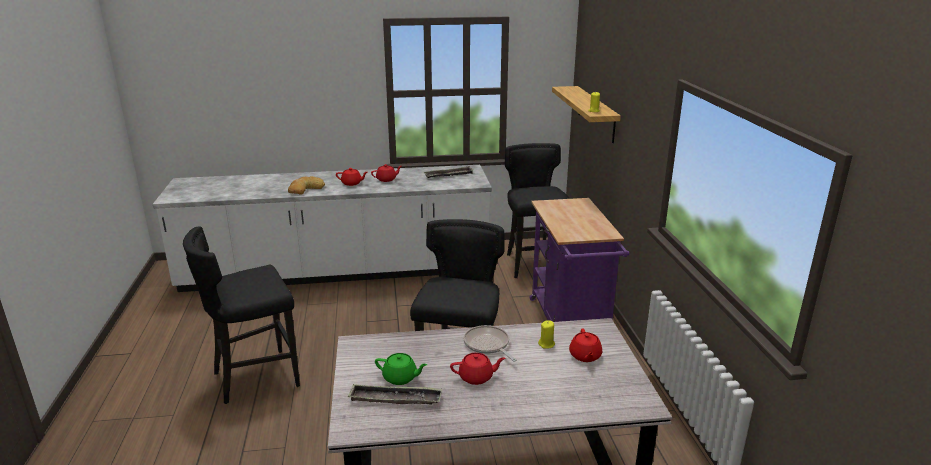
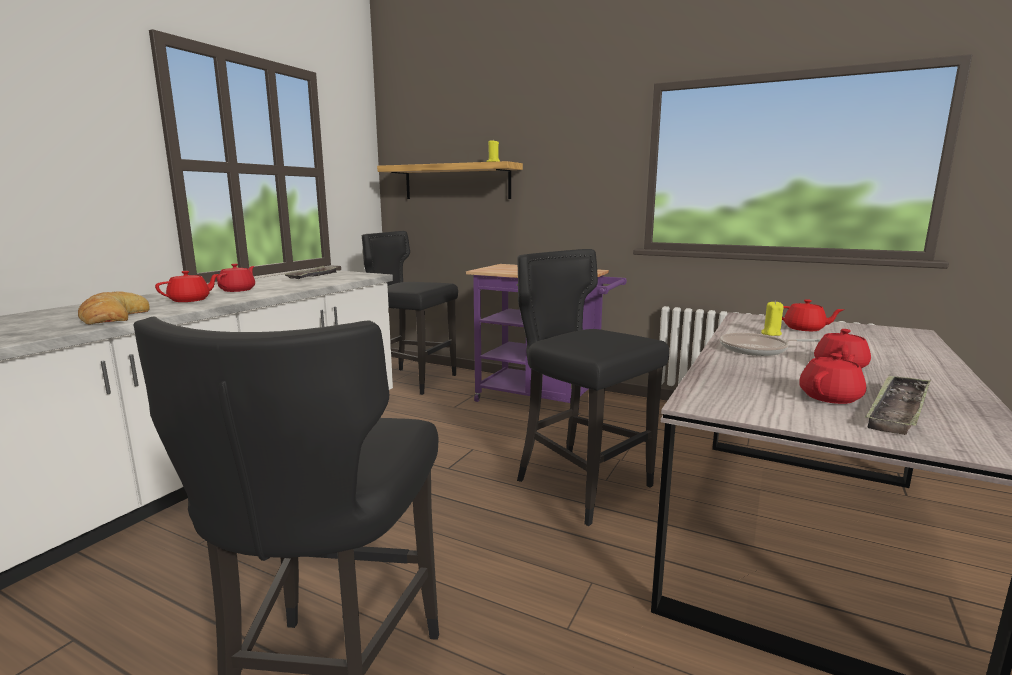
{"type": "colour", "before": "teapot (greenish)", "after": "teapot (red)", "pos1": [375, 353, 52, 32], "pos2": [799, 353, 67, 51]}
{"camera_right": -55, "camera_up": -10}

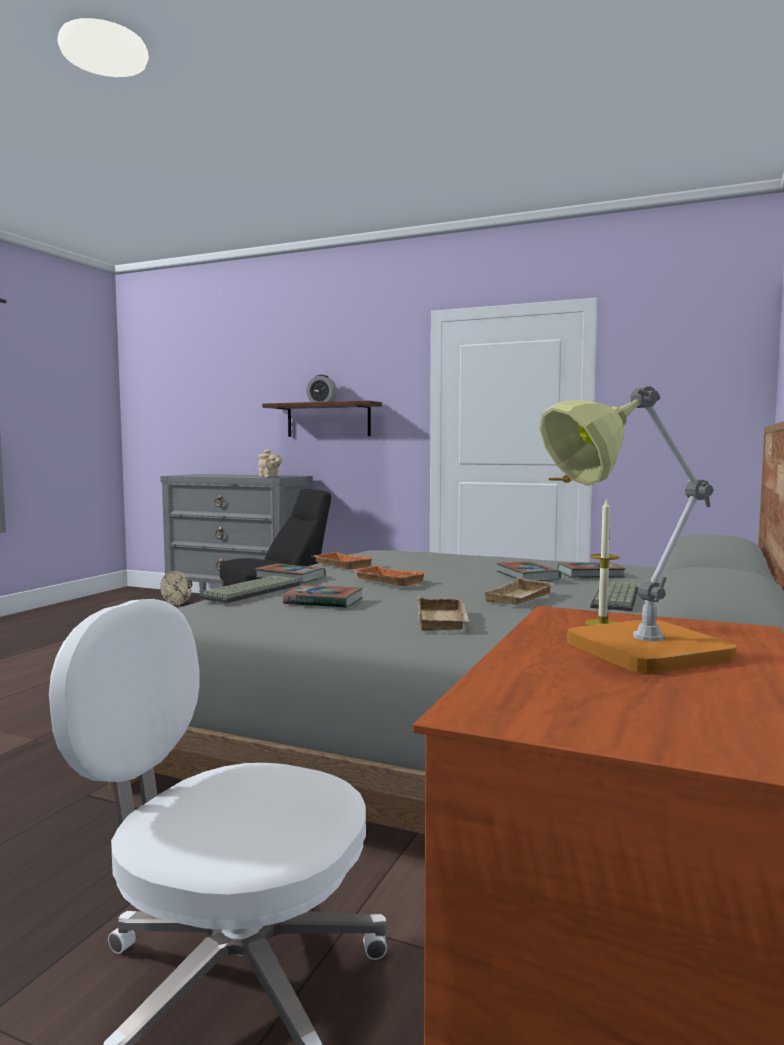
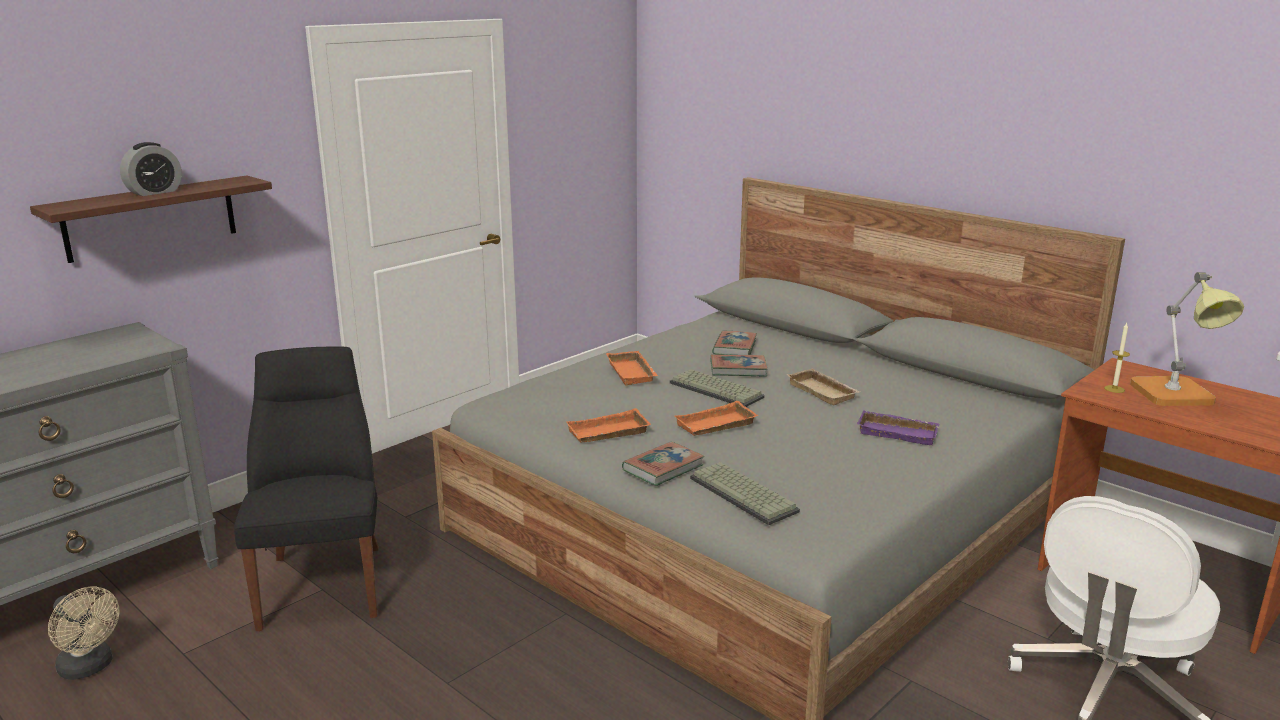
{"type": "missing", "before": "teapot (beige)", "pos1": [258, 449, 24, 28]}
{"type": "missing", "before": "volume", "pos1": [283, 585, 80, 23]}
{"type": "appeared", "after": "serving tray (orange-coloured)", "pos2": [606, 351, 52, 34]}
{"type": "relocated", "before": "computer keyboard", "pos1": [590, 581, 48, 30], "pos2": [670, 369, 95, 38]}
{"type": "colour", "before": "serving tray (beige)", "after": "serving tray (purple)", "pos1": [417, 597, 53, 34], "pos2": [857, 410, 82, 35]}
{"camera_right": -70, "camera_up": 15}

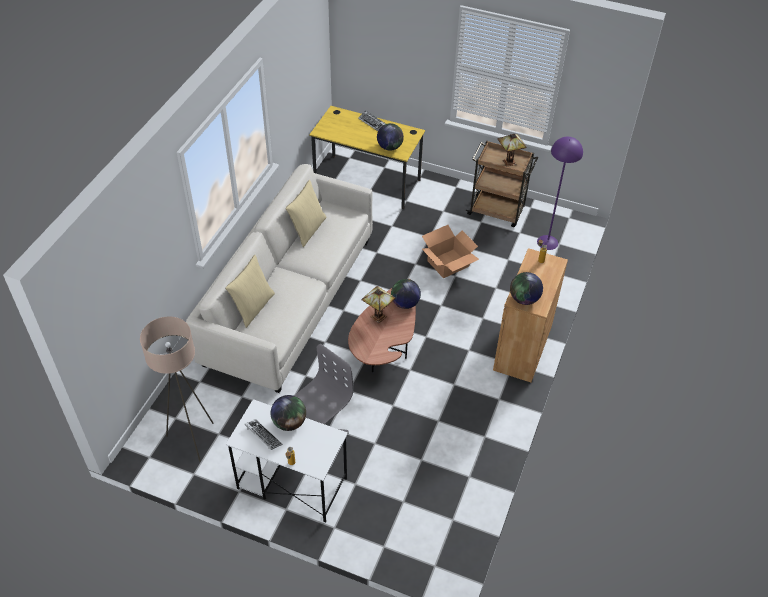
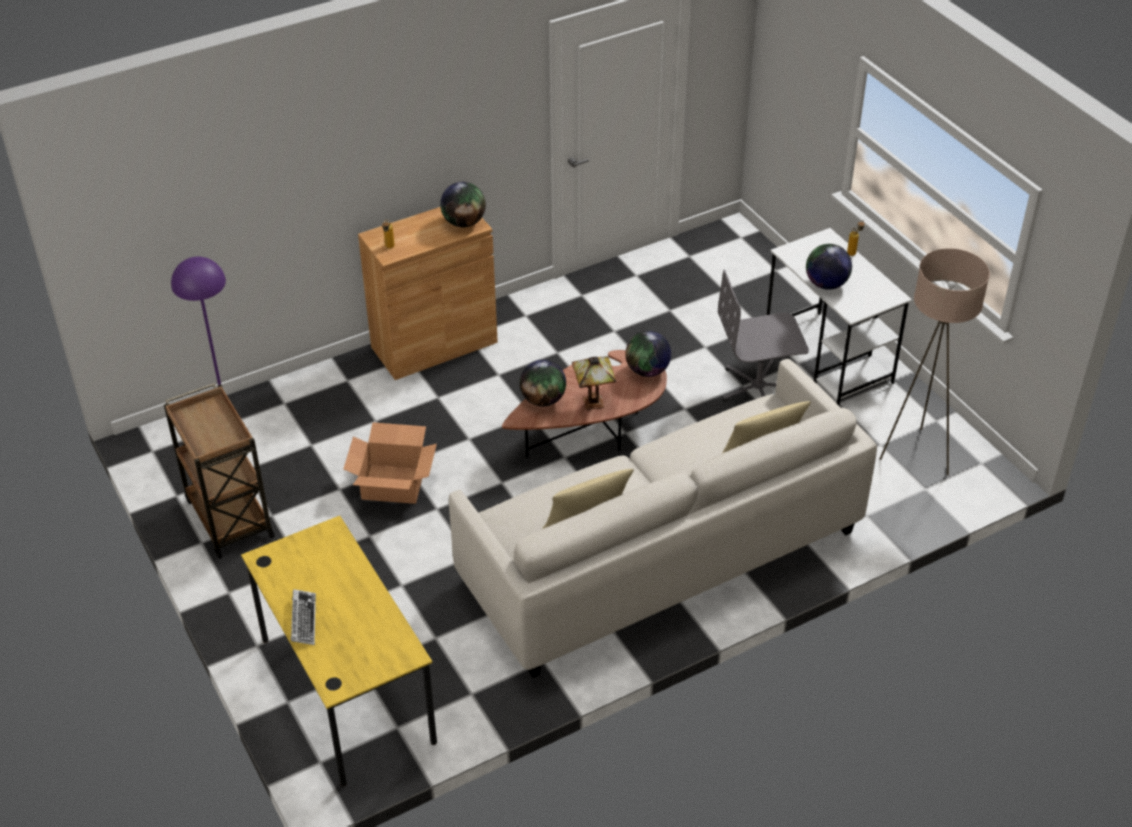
{"type": "missing", "before": "computer keyboard", "pos1": [244, 419, 38, 31]}
{"type": "missing", "before": "lamp for a table", "pos1": [498, 134, 29, 32]}
{"type": "relocated", "before": "desk globe", "pos1": [377, 123, 27, 28], "pos2": [625, 331, 46, 46]}
{"camera_right": -140, "camera_up": -5}

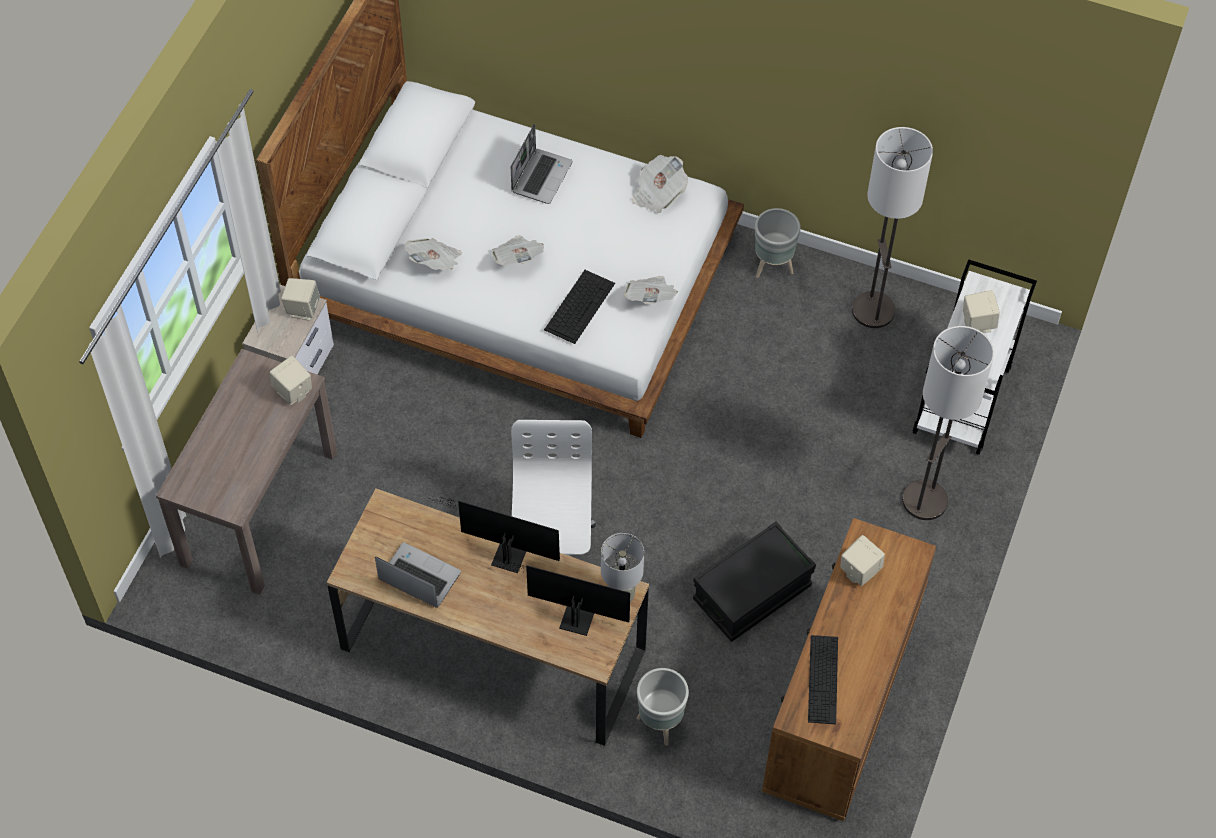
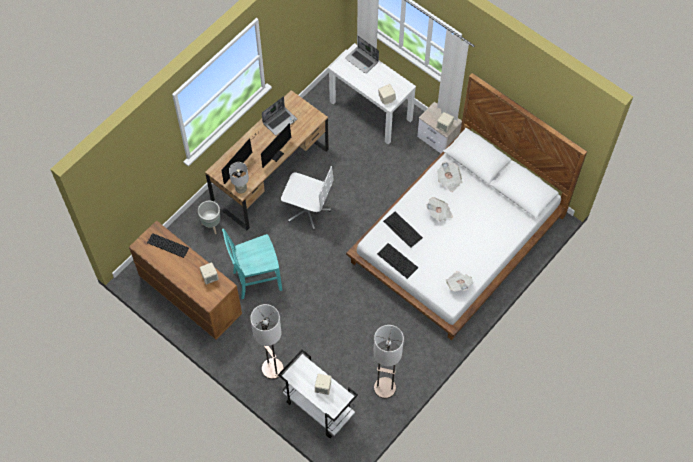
{"type": "missing", "before": "flower pot (grey)", "pos1": [755, 208, 46, 70]}
{"type": "relocated", "before": "laptop", "pos1": [511, 123, 62, 81], "pos2": [345, 36, 34, 38]}
{"type": "exchanged", "before": "printed paper", "after": "computer keyboard", "pos1": [623, 276, 55, 28], "pos2": [377, 243, 42, 36]}
{"type": "exchanged", "before": "storage box (black)", "after": "chair (blue-green)", "pos1": [693, 521, 123, 121], "pos2": [222, 229, 60, 71]}
{"type": "colour", "before": "narrow table (brownish)", "after": "narrow table (white-coloured)", "pos1": [156, 349, 181, 246], "pos2": [328, 43, 88, 101]}
{"camera_right": 110, "camera_up": 5}

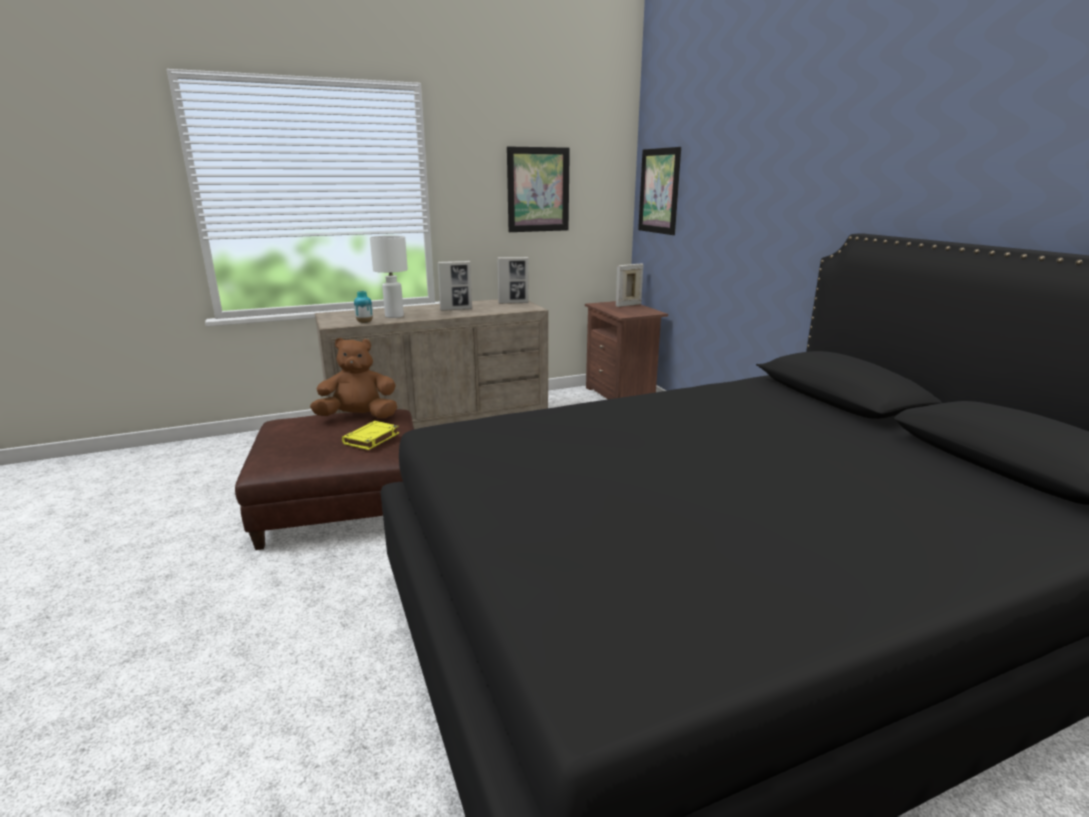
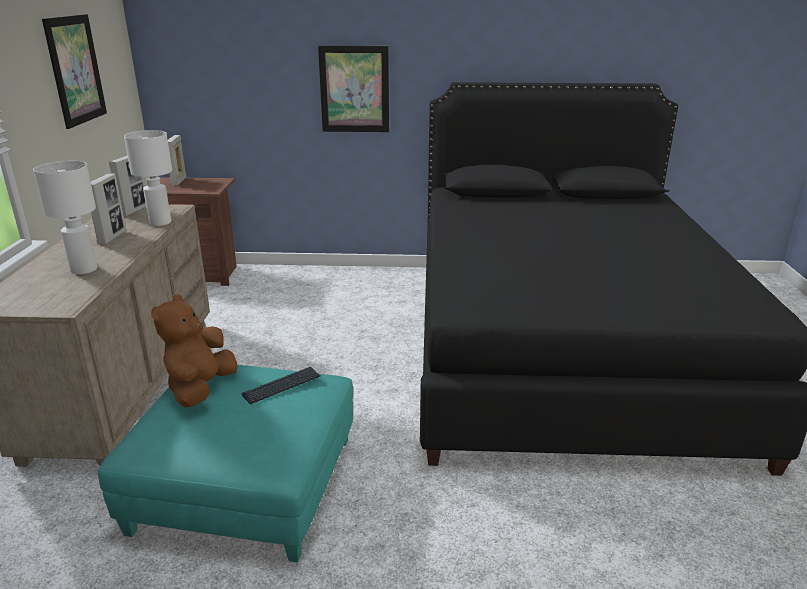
{"type": "missing", "before": "decorative vase", "pos1": [354, 291, 19, 32]}
{"type": "appeared", "after": "lamp for a table (white-coloured)", "pos2": [124, 130, 48, 96]}
{"type": "relocated", "before": "wall picture", "pos1": [638, 147, 43, 88], "pos2": [318, 46, 71, 86]}
{"type": "exchanged", "before": "volume (yellow)", "after": "computer keyboard", "pos1": [342, 421, 57, 29], "pos2": [242, 366, 78, 38]}
{"type": "colour", "before": "ottoman (brownish)", "after": "ottoman (blue-green)", "pos1": [235, 409, 179, 141], "pos2": [98, 365, 255, 197]}
{"camera_right": -65, "camera_up": 5}

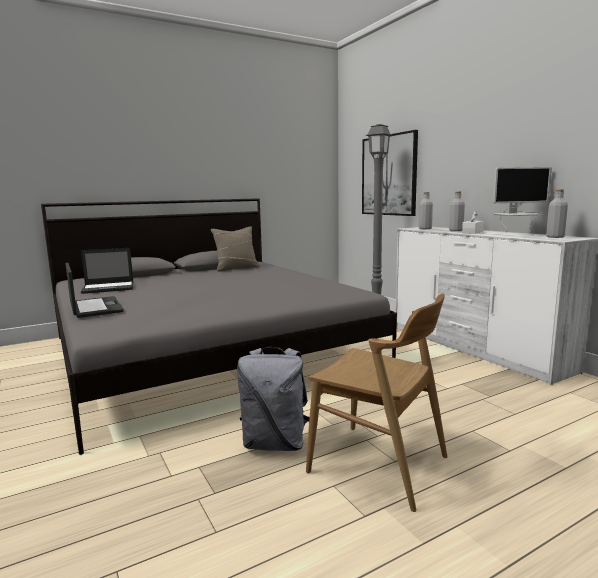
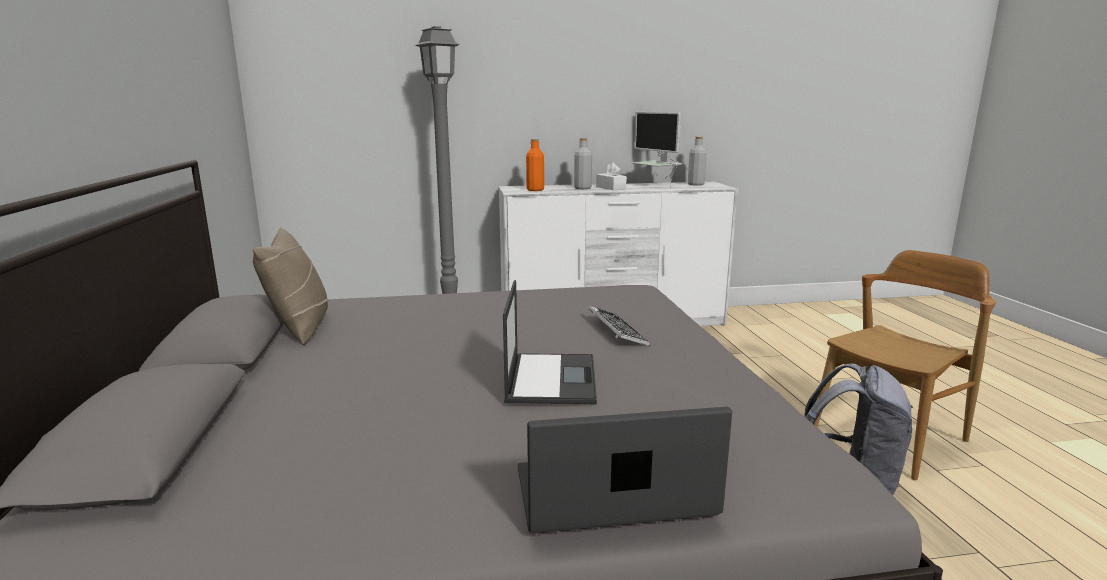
{"type": "missing", "before": "wall picture", "pos1": [362, 130, 56, 86]}
{"type": "appeared", "after": "computer keyboard", "pos2": [588, 306, 62, 40]}
{"type": "relocated", "before": "laptop", "pos1": [81, 248, 52, 46], "pos2": [503, 280, 94, 124]}
{"type": "colour", "before": "drink bottle (grey)", "after": "drink bottle (orange-coloured)", "pos1": [419, 192, 14, 37], "pos2": [526, 139, 18, 52]}
{"type": "spun", "before": "computer screen", "pos1": [493, 167, 59, 67], "pos2": [632, 112, 50, 76], "turn": 135}
{"camera_right": -70, "camera_up": 5}

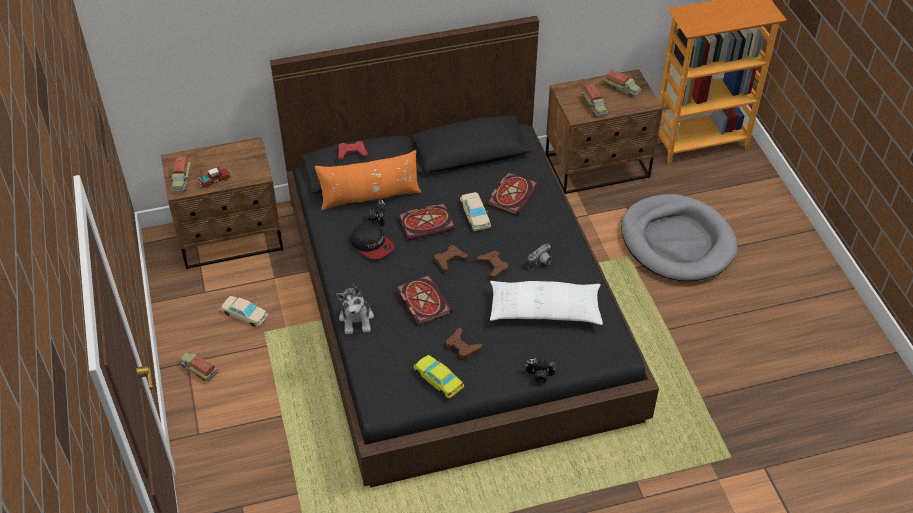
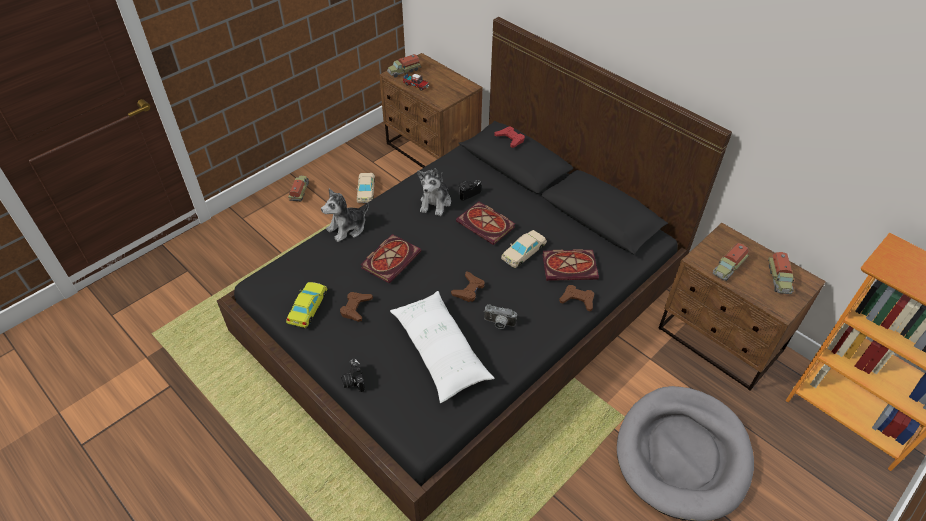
{"type": "missing", "before": "throw pillow (orange-coloured)", "pos1": [315, 150, 106, 60]}
{"type": "relocated", "before": "joypad (brownish)", "pos1": [434, 245, 34, 27], "pos2": [559, 285, 35, 27]}
{"type": "exchanged", "before": "baseball cap", "after": "cuddly toy", "pos1": [351, 222, 43, 37], "pos2": [417, 169, 34, 47]}
{"camera_right": 60, "camera_up": 0}

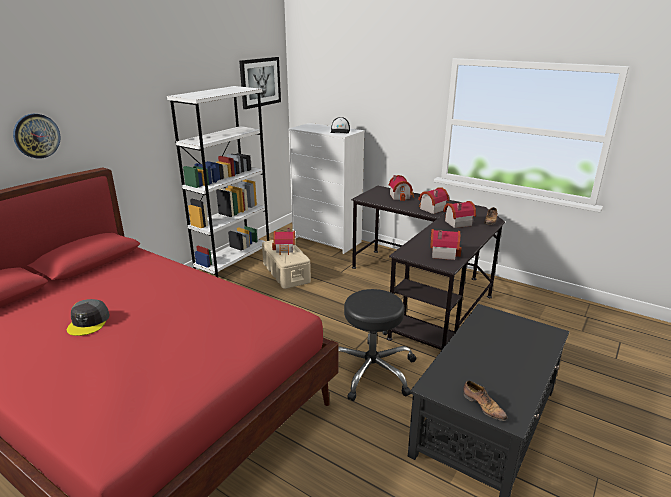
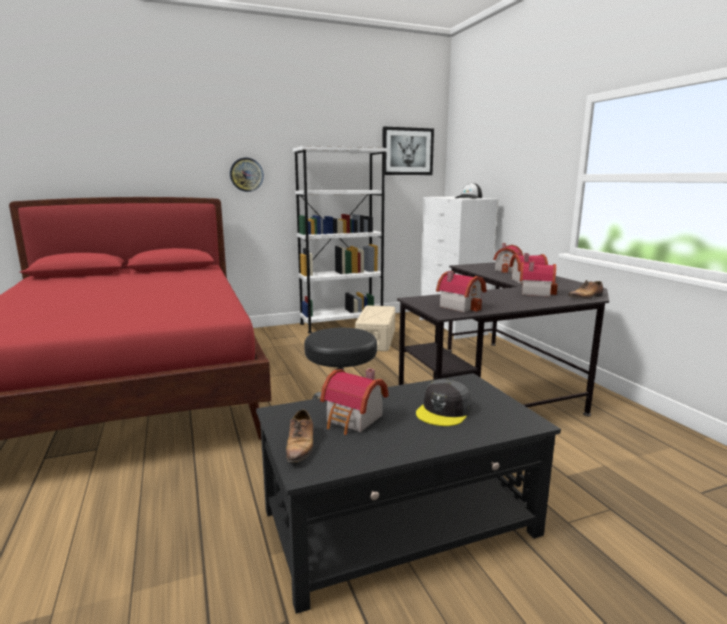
{"type": "relocated", "before": "clock on the wall", "pos1": [13, 114, 48, 45], "pos2": [230, 158, 34, 34]}
{"type": "relocated", "before": "baseball cap (grey)", "pos1": [67, 299, 42, 37], "pos2": [416, 379, 56, 47]}
{"type": "relocated", "before": "model house", "pos1": [272, 228, 23, 27], "pos2": [320, 368, 69, 67]}
{"camera_right": 35, "camera_up": -10}

